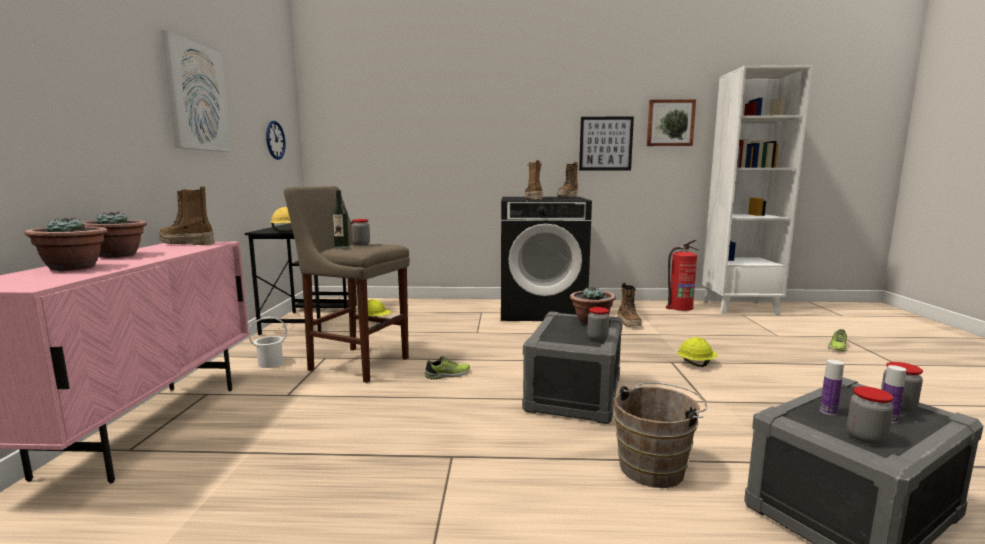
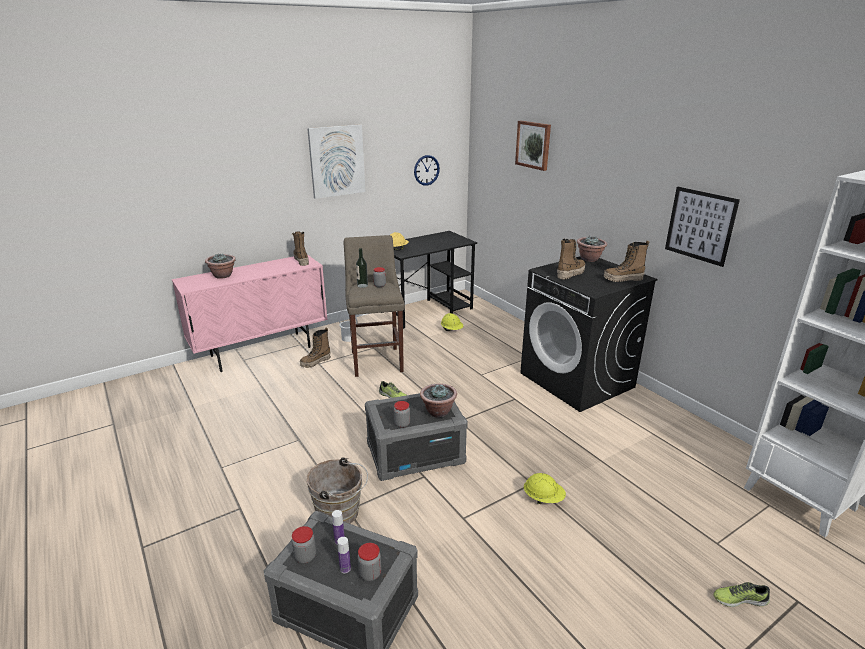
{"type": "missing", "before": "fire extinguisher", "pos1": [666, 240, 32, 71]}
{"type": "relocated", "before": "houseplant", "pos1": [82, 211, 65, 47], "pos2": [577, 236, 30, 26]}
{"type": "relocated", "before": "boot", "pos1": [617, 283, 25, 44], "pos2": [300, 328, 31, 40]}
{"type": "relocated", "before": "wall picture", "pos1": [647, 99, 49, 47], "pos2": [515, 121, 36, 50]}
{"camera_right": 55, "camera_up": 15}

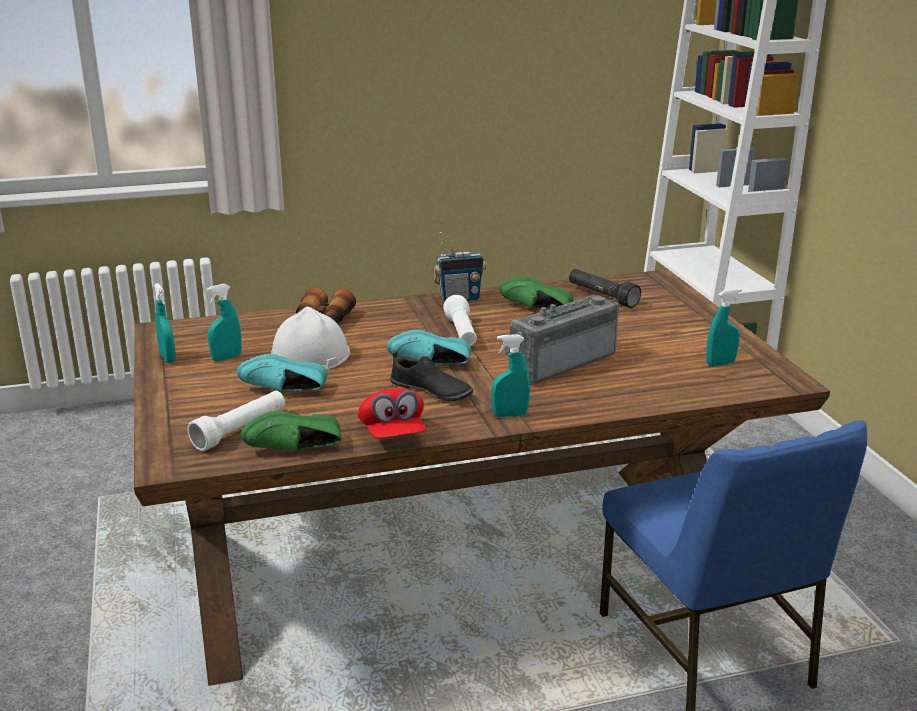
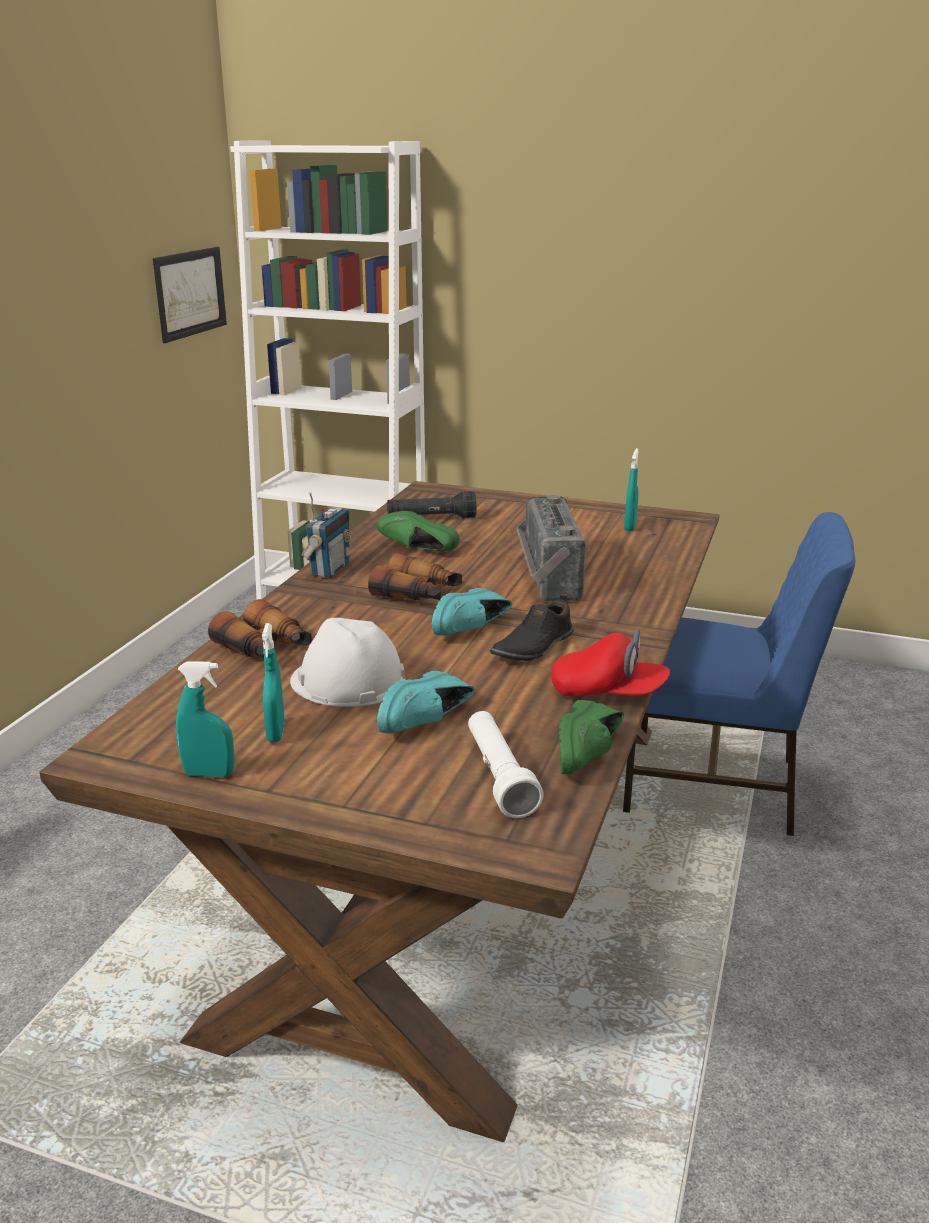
{"type": "missing", "before": "spray bottle (blue-green)", "pos1": [491, 334, 39, 83]}
{"type": "appeared", "after": "wall picture", "pos2": [153, 247, 74, 96]}
{"type": "exchanged", "before": "hand torch (white-coloured)", "after": "pair of binoculars", "pos1": [443, 295, 34, 51], "pos2": [368, 553, 94, 48]}
{"type": "spun", "before": "shoe (black)", "pos1": [390, 351, 83, 50], "pos2": [490, 594, 84, 67], "turn": 150}
{"type": "spun", "before": "shoe (greenish)", "pos1": [499, 277, 75, 33], "pos2": [376, 511, 84, 40], "turn": 60}
{"camera_right": -55, "camera_up": 0}

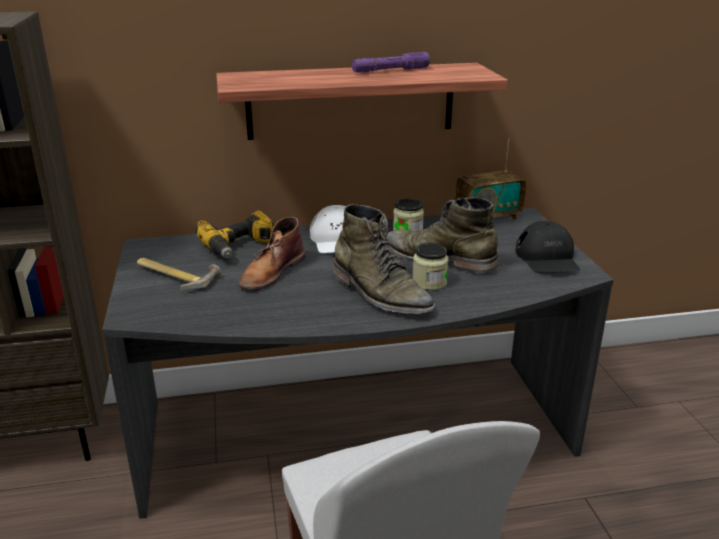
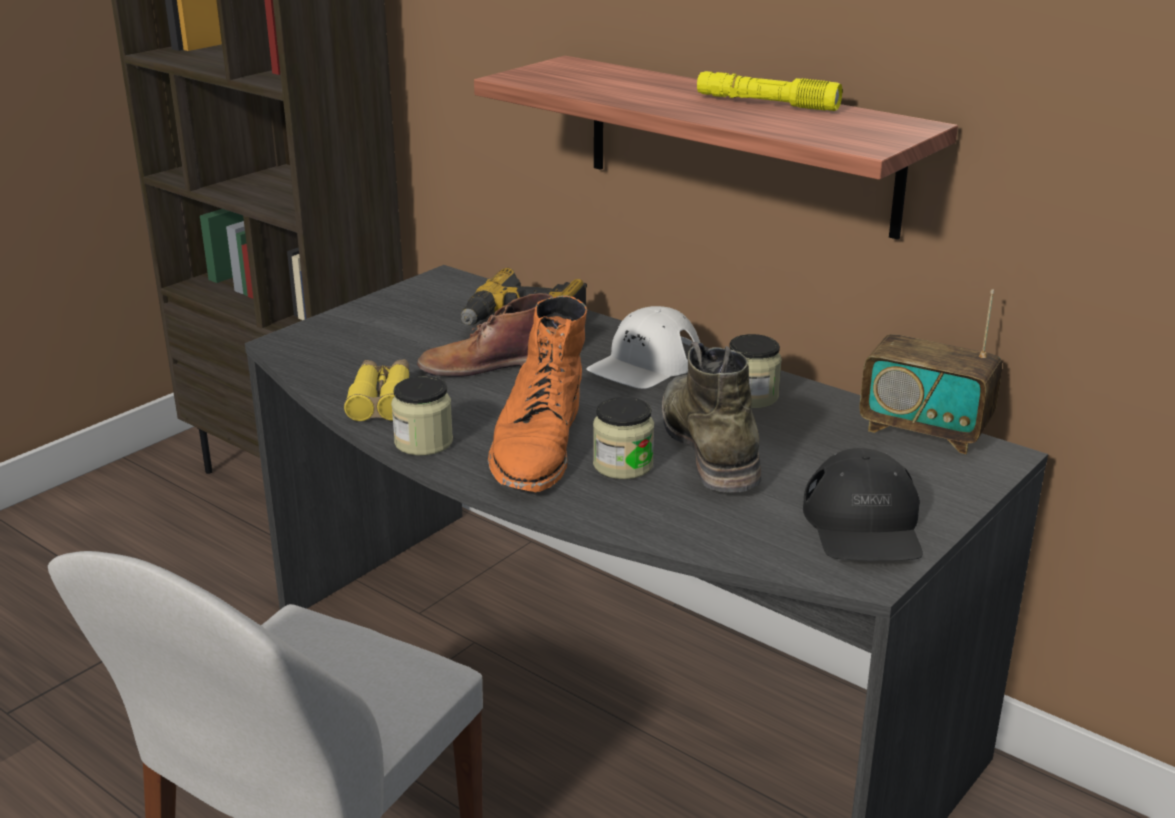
{"type": "missing", "before": "hand hammer", "pos1": [137, 258, 84, 33]}
{"type": "appeared", "after": "pair of binoculars (yellow)", "pos2": [344, 359, 65, 62]}
{"type": "appeared", "after": "preserve jar", "pos2": [391, 376, 62, 80]}
{"type": "colour", "before": "boot (greenish)", "after": "boot (orange-coloured)", "pos1": [332, 204, 103, 110], "pos2": [488, 296, 99, 197]}
{"type": "colour", "before": "hand torch (purple)", "after": "hand torch (yellow)", "pos1": [352, 52, 78, 21], "pos2": [697, 71, 145, 40]}
{"type": "spun", "before": "baseball cap (black)", "pos1": [515, 221, 65, 51], "pos2": [803, 448, 120, 113], "turn": -45}
{"camera_right": 50, "camera_up": 0}

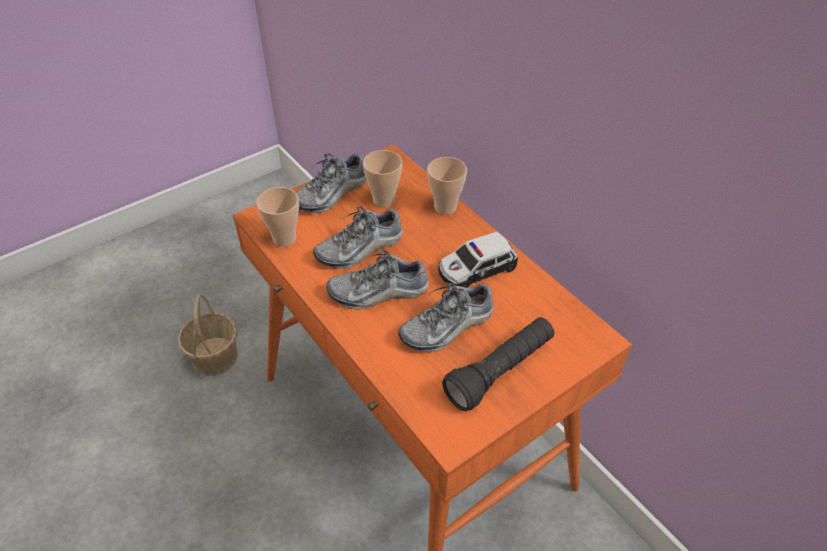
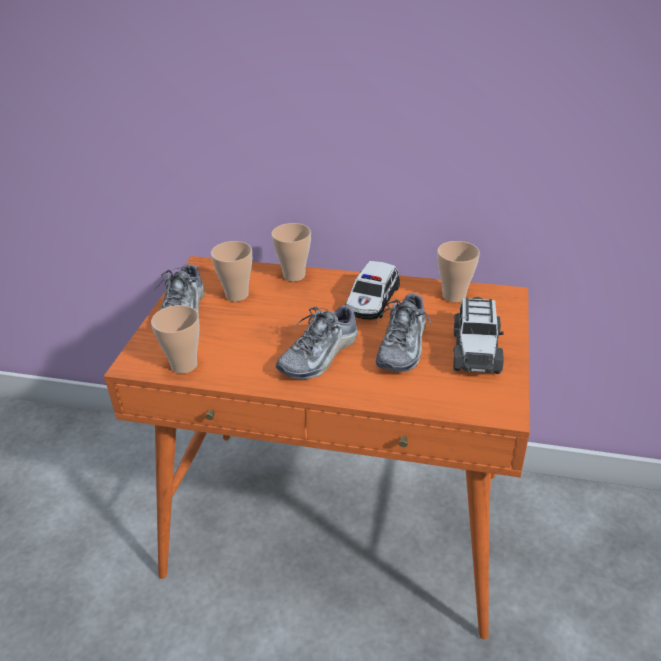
{"type": "missing", "before": "household basket", "pos1": [178, 295, 60, 81]}
{"type": "missing", "before": "shoe", "pos1": [313, 206, 90, 63]}
{"type": "appeared", "after": "cup", "pos2": [437, 241, 43, 61]}
{"type": "exchanged", "before": "hand torch (black)", "after": "model car", "pos1": [442, 317, 112, 94], "pos2": [453, 297, 51, 77]}
{"camera_right": -40, "camera_up": -10}

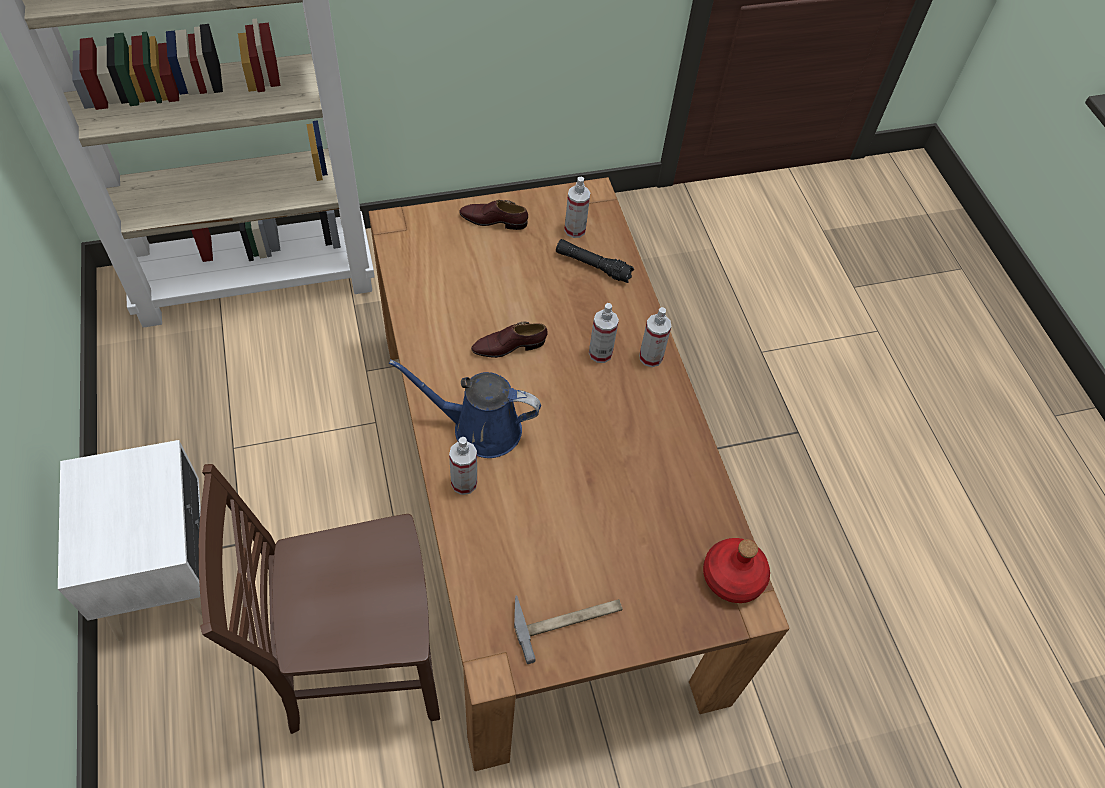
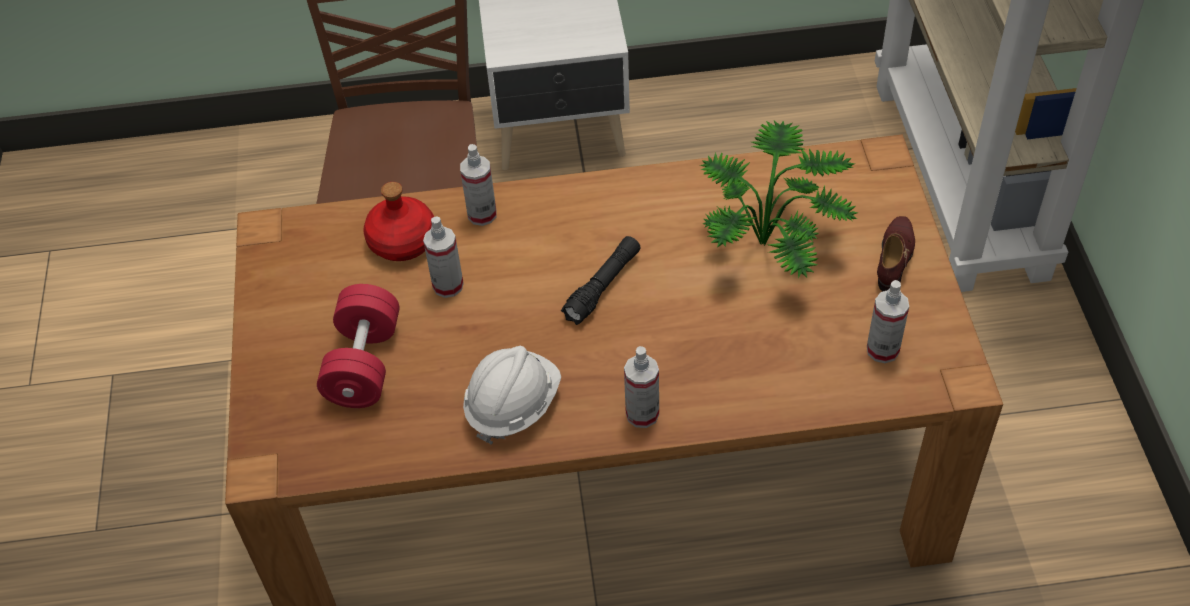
{"type": "missing", "before": "watering can (blue-coloured)", "pos1": [389, 359, 152, 99]}
{"type": "missing", "before": "shoe (brownish)", "pos1": [471, 322, 77, 36]}
{"type": "missing", "before": "hand hammer", "pos1": [514, 595, 108, 69]}
{"type": "appeared", "after": "free weight (red)", "pos2": [317, 284, 83, 124]}
{"type": "appeared", "after": "safety helmet (white-coloured)", "pos2": [463, 346, 98, 99]}
{"type": "appeared", "after": "houseplant", "pos2": [700, 121, 158, 157]}
{"type": "relocated", "before": "hand torch (black)", "pos1": [556, 239, 78, 44], "pos2": [561, 236, 80, 89]}
{"type": "relocated", "before": "spray bottle", "pos1": [589, 303, 30, 60], "pos2": [423, 217, 41, 81]}
{"type": "relocated", "before": "drink bottle (red)", "pos1": [703, 538, 67, 65], "pos2": [363, 182, 71, 79]}
{"camera_right": 105, "camera_up": -5}

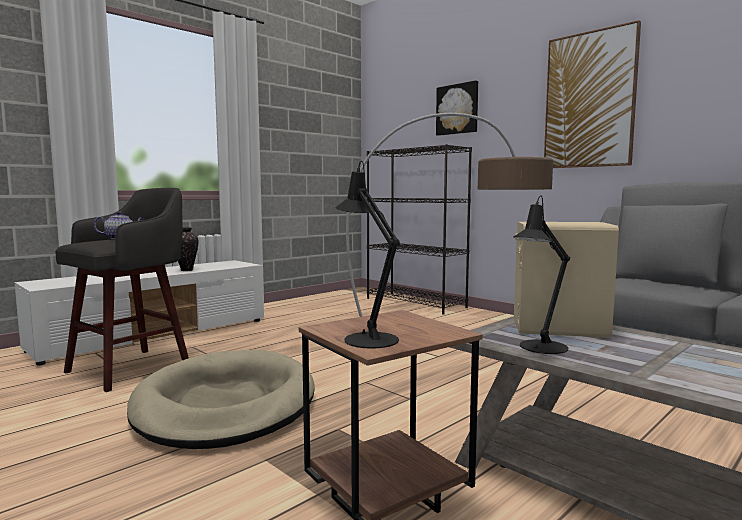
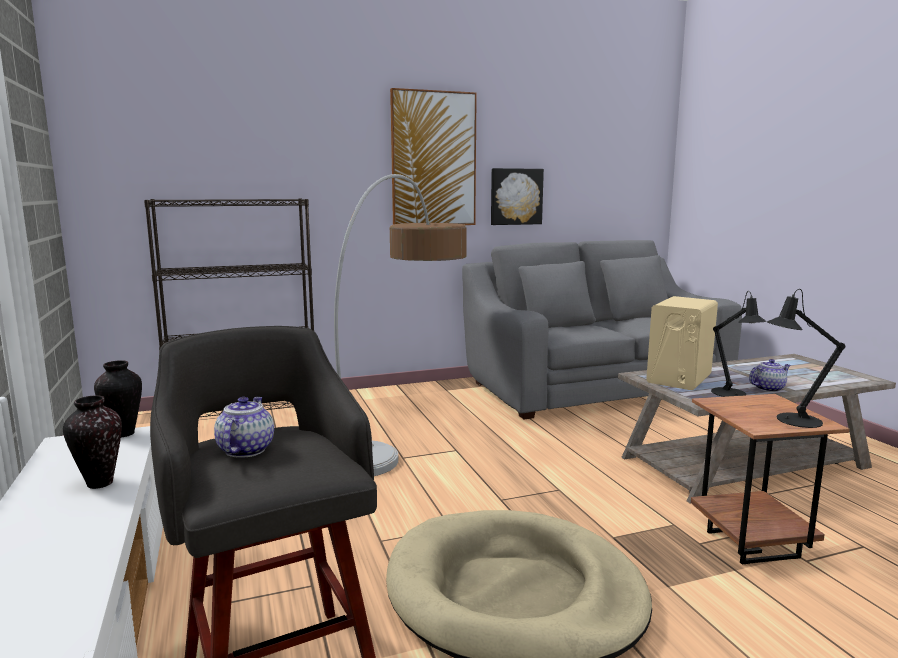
{"type": "appeared", "after": "decorative vase", "pos2": [94, 360, 48, 77]}
{"type": "appeared", "after": "teapot", "pos2": [749, 359, 42, 33]}
{"type": "relocated", "before": "wall picture", "pos1": [436, 81, 42, 55], "pos2": [491, 168, 53, 57]}
{"camera_right": -65, "camera_up": 5}

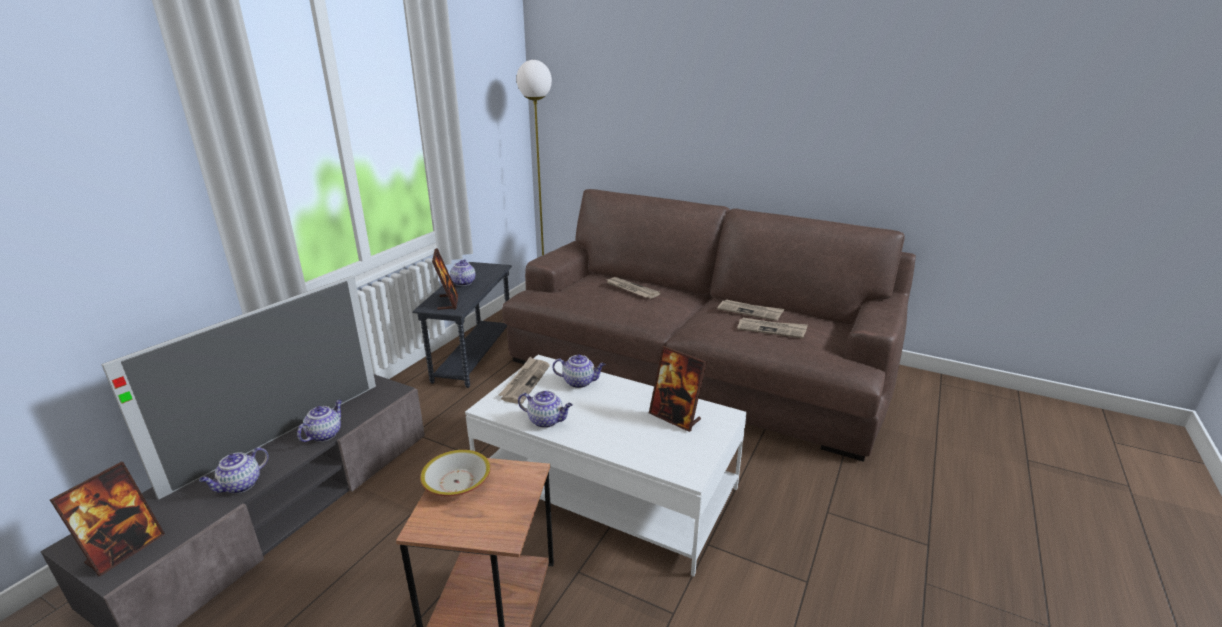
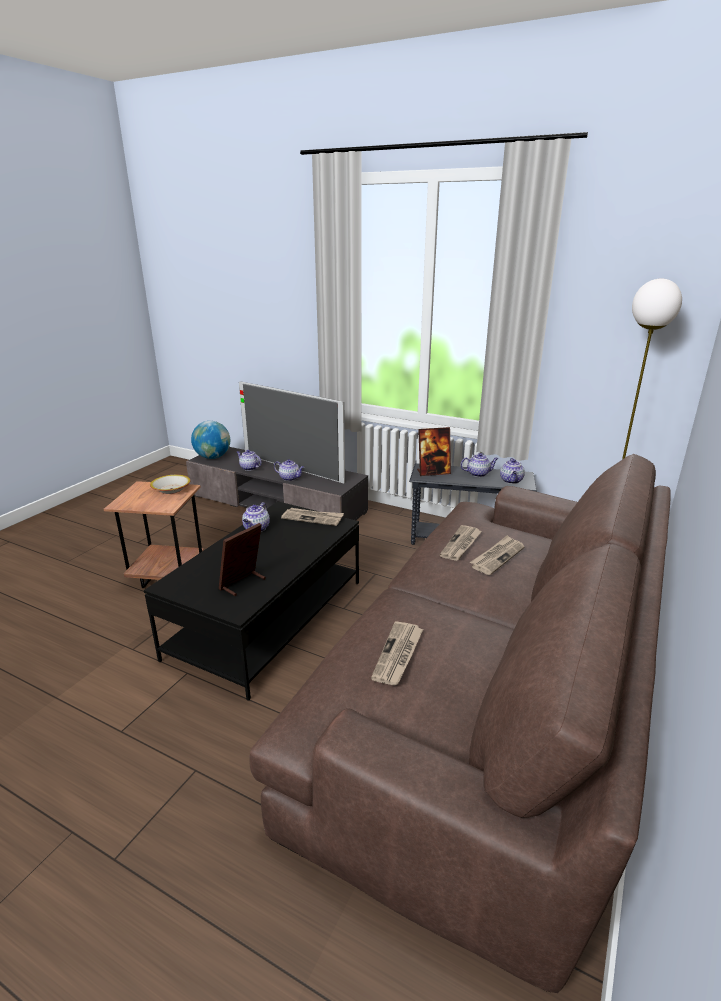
{"type": "relocated", "before": "teapot", "pos1": [552, 355, 53, 33], "pos2": [500, 458, 25, 26]}
{"type": "relocated", "before": "printed paper", "pos1": [717, 299, 67, 22], "pos2": [440, 525, 42, 36]}
{"type": "exchanged", "before": "photo frame", "after": "desk globe", "pos1": [50, 462, 115, 115], "pos2": [191, 421, 39, 38]}
{"type": "colour", "before": "low table (white-coloured)", "after": "low table (black)", "pos1": [465, 355, 282, 221], "pos2": [144, 501, 215, 200]}
{"camera_right": 90, "camera_up": 0}

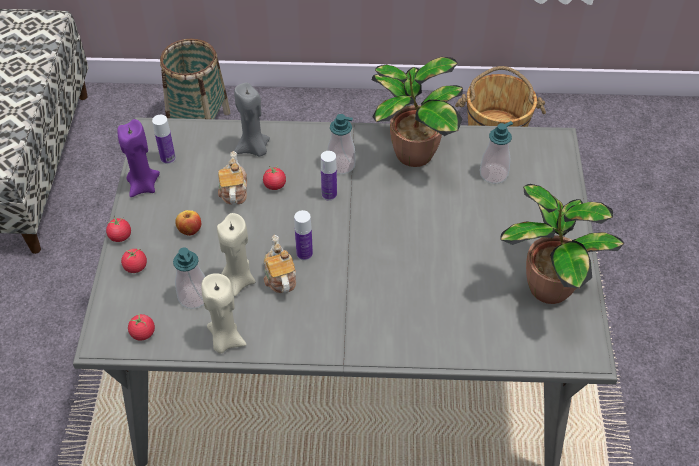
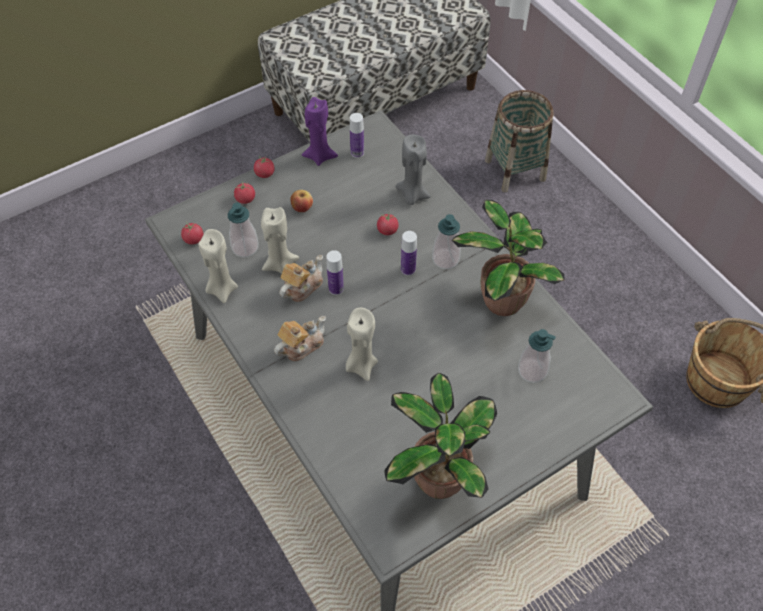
{"type": "appeared", "after": "wax light (beige)", "pos2": [346, 307, 32, 74]}
{"type": "relocated", "before": "teapot", "pos1": [218, 151, 29, 54], "pos2": [274, 316, 52, 45]}
{"camera_right": 55, "camera_up": 5}

